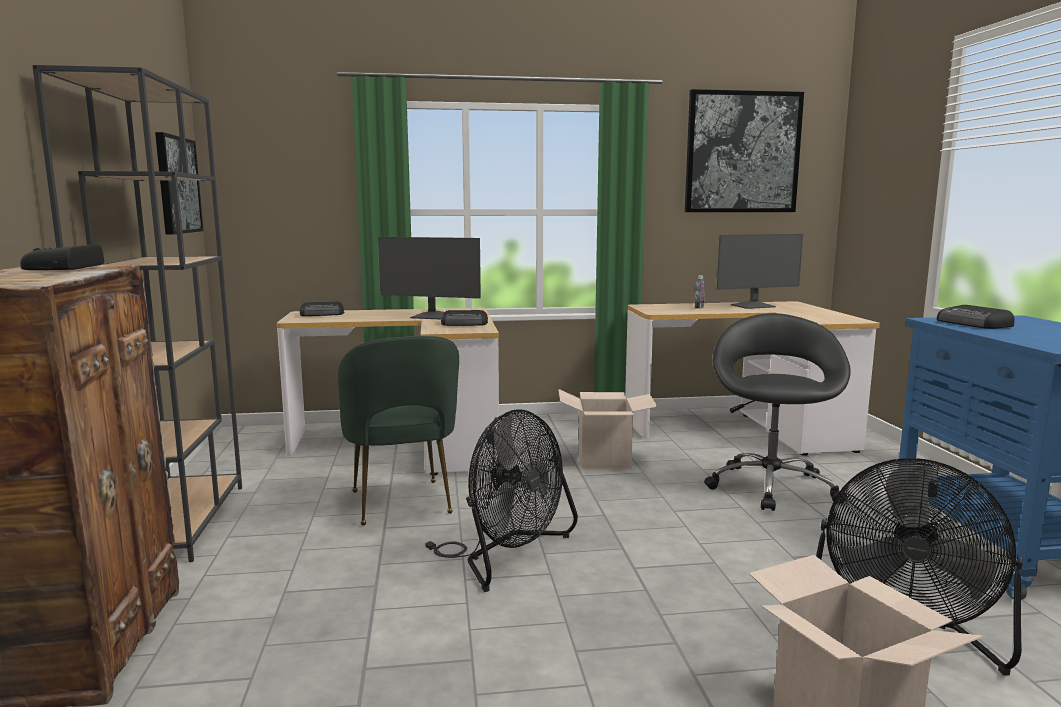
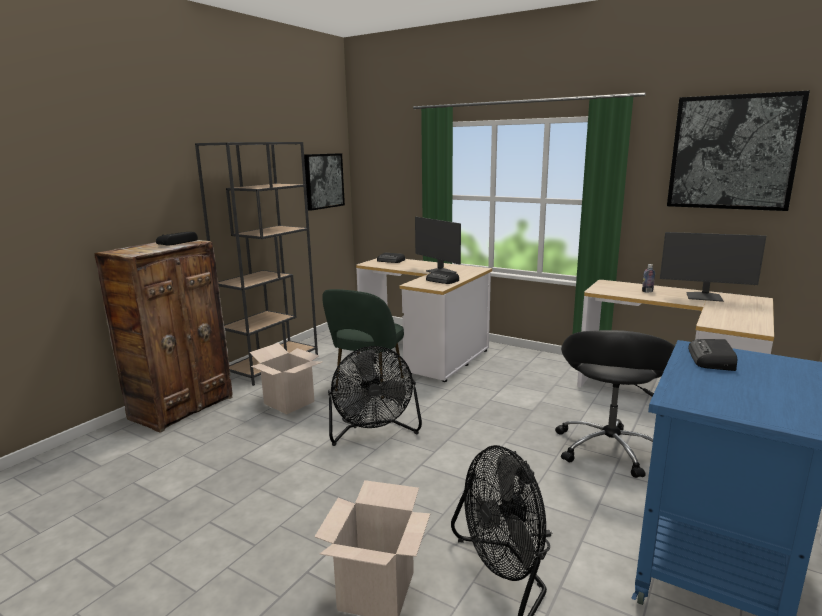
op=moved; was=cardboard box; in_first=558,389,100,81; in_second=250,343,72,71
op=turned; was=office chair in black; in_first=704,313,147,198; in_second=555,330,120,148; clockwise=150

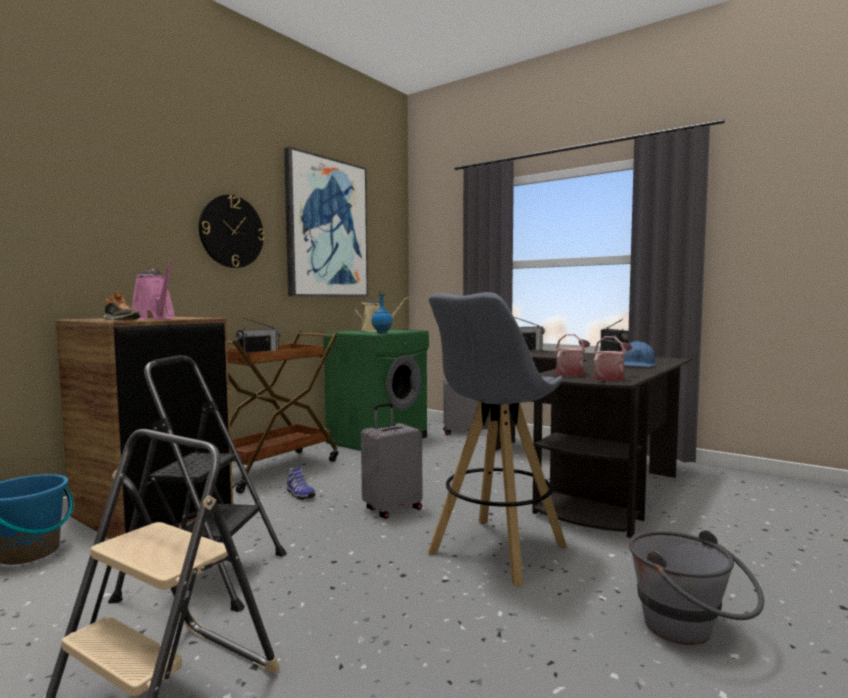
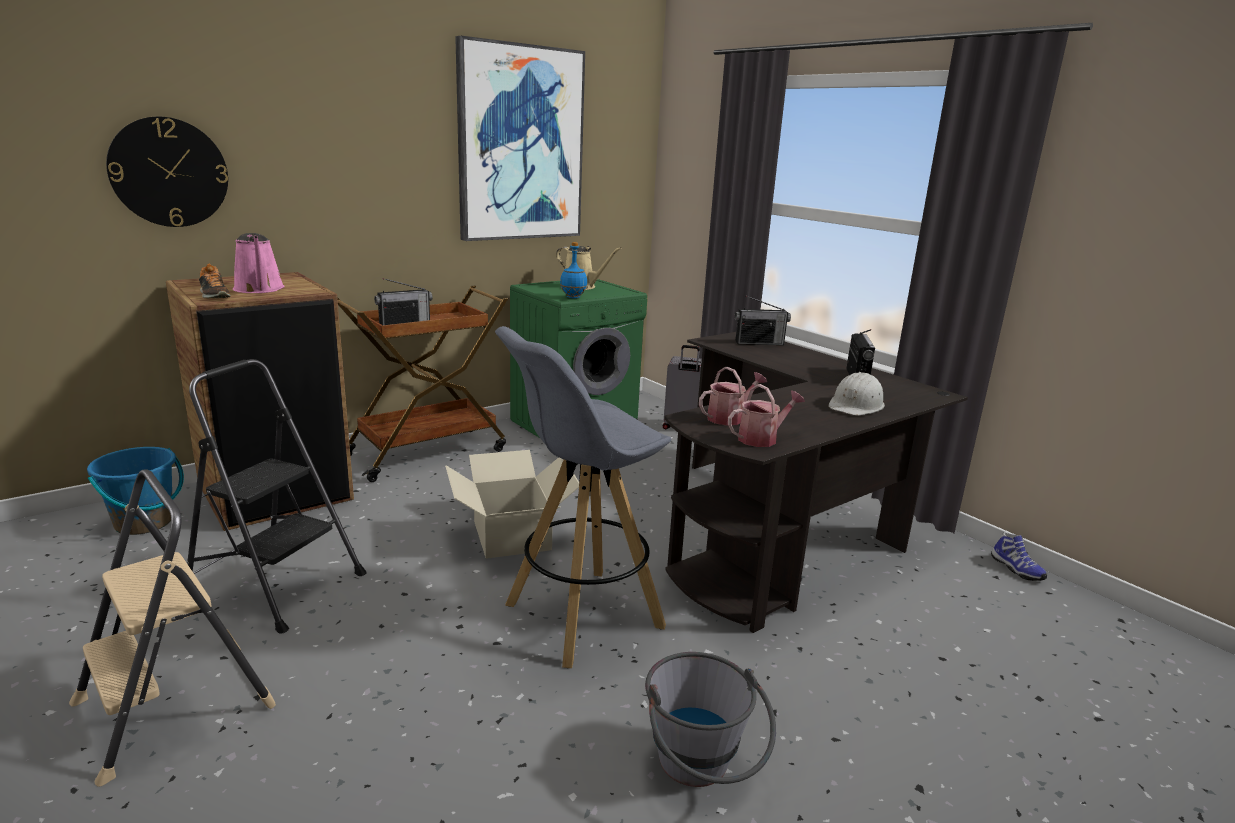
op=moved; was=wall clock; in_first=199,195,66,73; in_second=106,117,122,110
op=moved; was=shoe; in_first=286,467,29,33; in_second=991,532,56,49
op=replaced; was=suitcase in grey; now=cardboard box; in_first=361,403,61,116; in_second=445,450,134,109
op=recoloured; was=hard hat in blue; now=hard hat in white; in_first=624,341,33,26; in_second=829,372,56,43

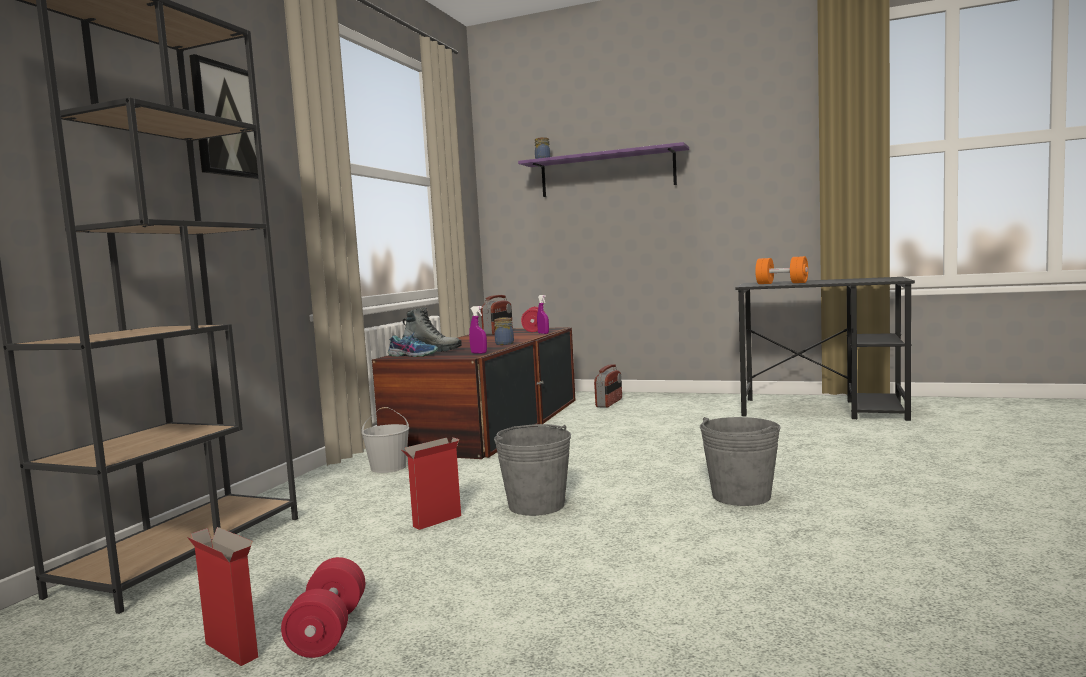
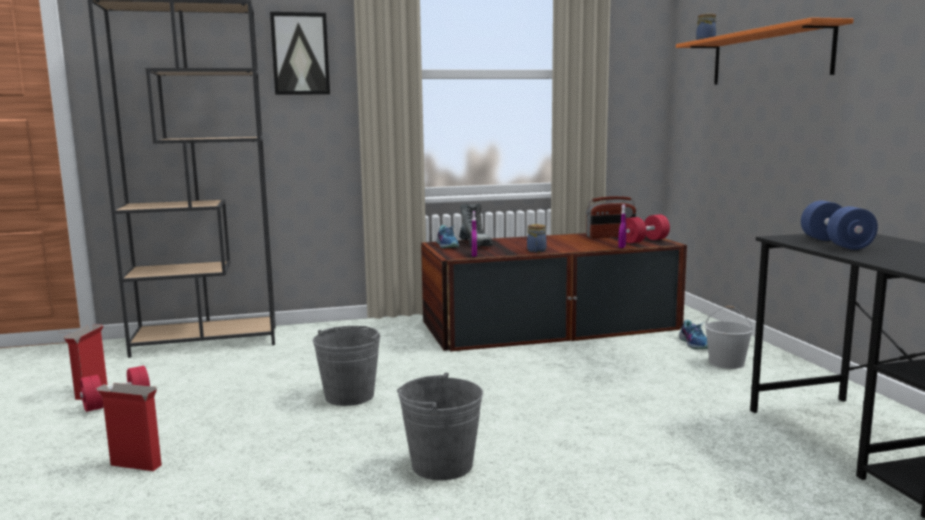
op=moved; was=bucket in white; in_first=361,407,48,66; in_second=705,306,48,63
op=moved; was=cardboard box; in_first=401,437,60,93; in_second=96,383,66,88
op=replaced; was=radio; now=shoe; in_first=594,364,28,44; in_second=679,320,29,29
op=recoloured; was=shelf in purple; now=shelf in orange; in_first=518,142,171,55; in_second=676,17,178,68
op=recoloured; was=dumbbell in orange; now=dumbbell in blue; in_first=755,256,53,28; in_second=801,200,77,50

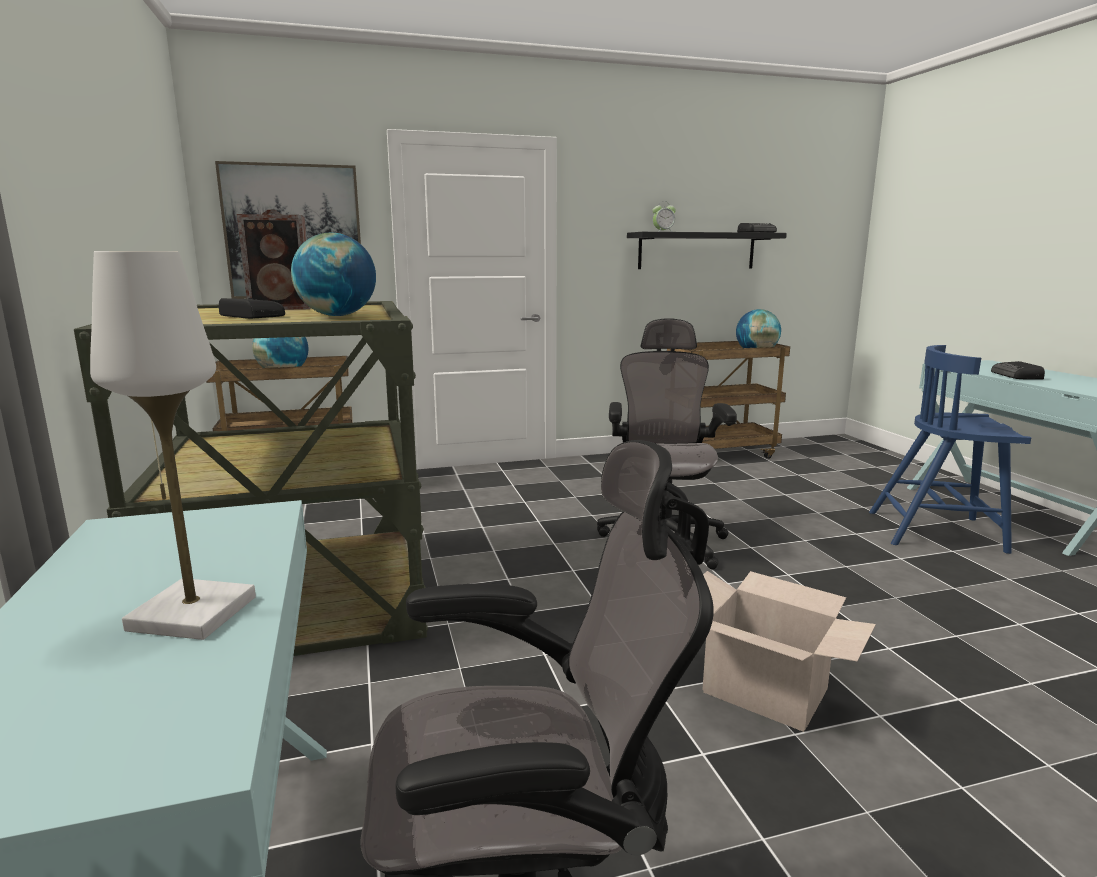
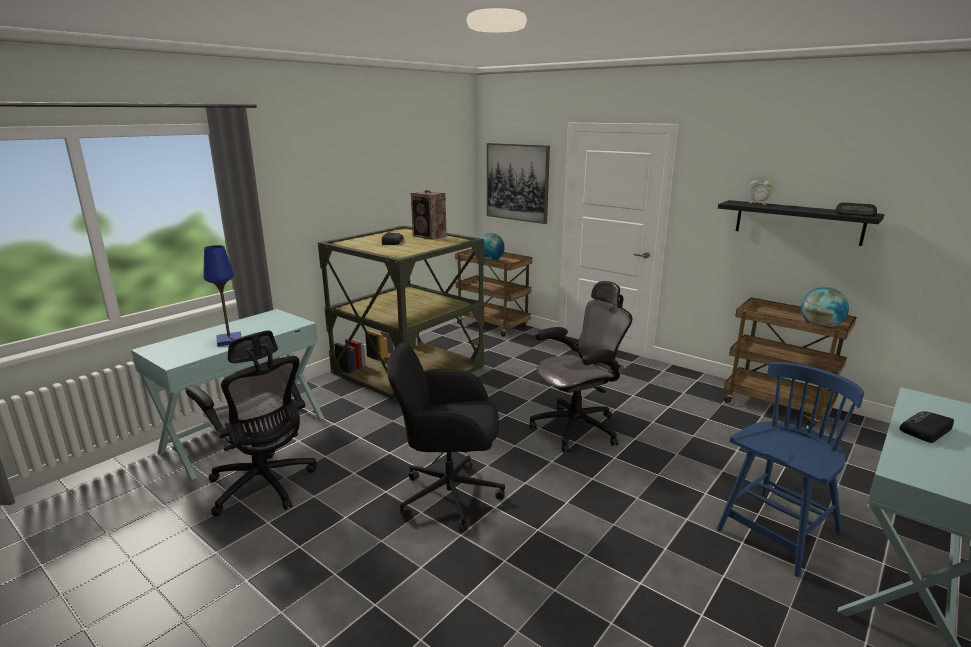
op=removed; was=globe; in_first=291,233,85,83
op=replaced; was=cardboard box; now=office chair in black; in_first=703,571,173,161; in_second=387,342,118,189
op=recoloured; was=table lamp in white; now=table lamp in blue; in_first=90,251,166,389; in_second=203,245,39,101
op=turned; was=chair in blue; in_first=869,345,162,209; in_second=716,362,148,215; clockwise=75

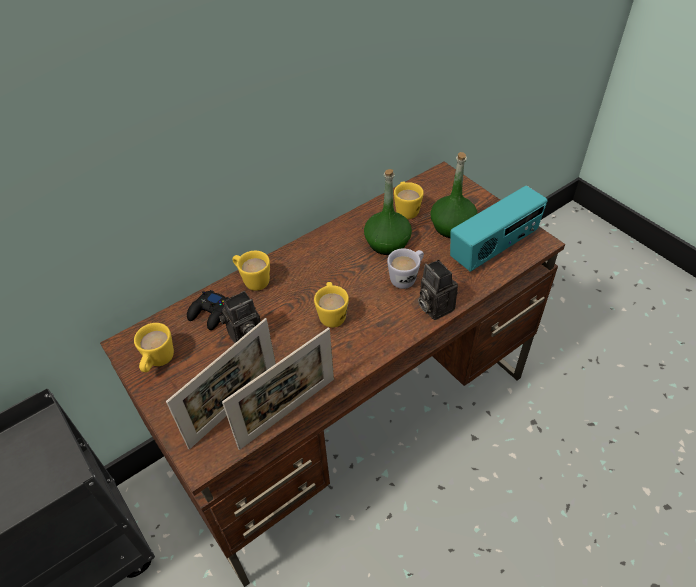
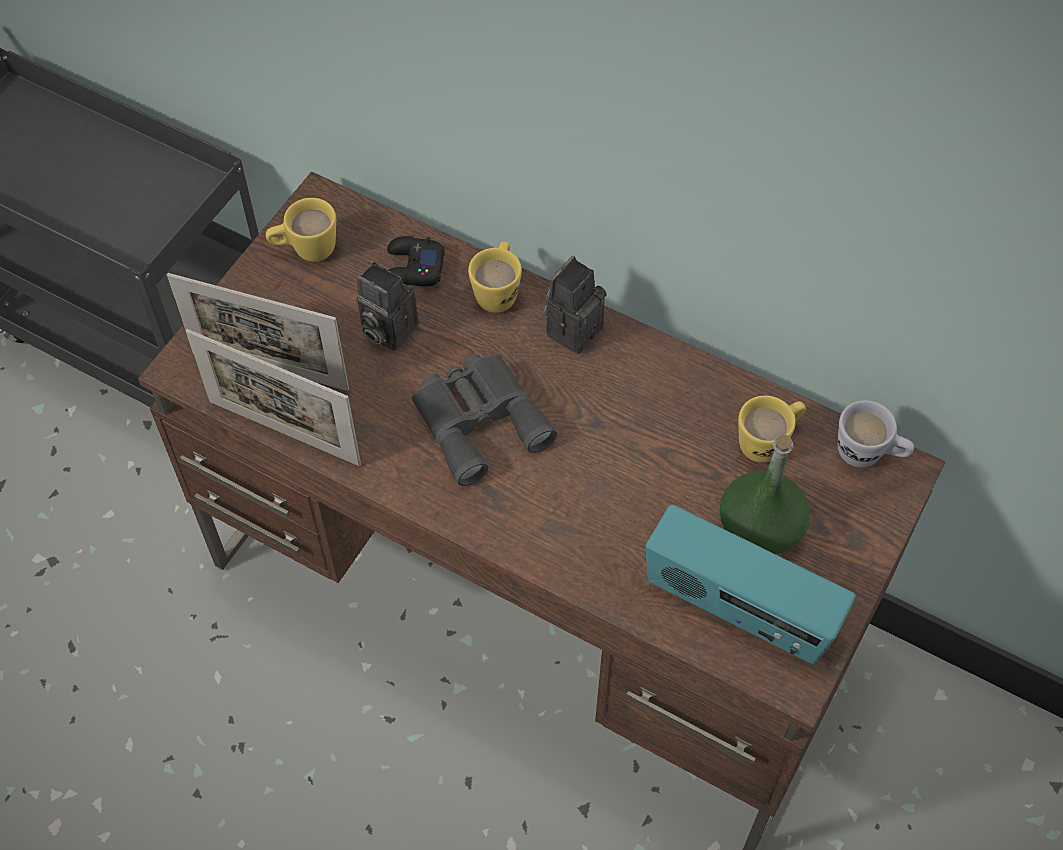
op=removed; was=bottle in green; in_first=364,169,48,86
op=moved; was=mug in white; in_first=387,248,37,41; in_second=837,400,77,68
op=moved; was=photo camera; in_first=418,260,40,60; in_second=544,256,62,98
op=replaced; was=mug in yellow; now=binoculars in grey; in_first=314,282,35,46; in_second=412,354,145,132

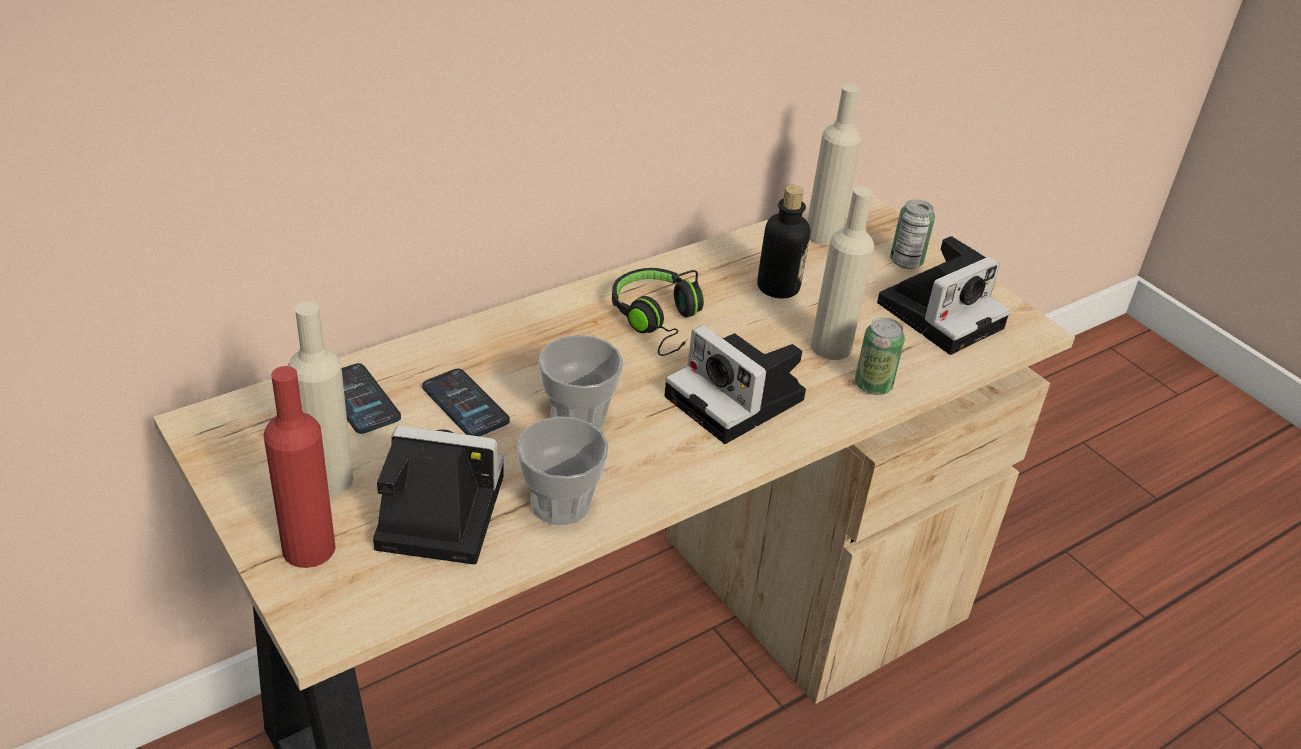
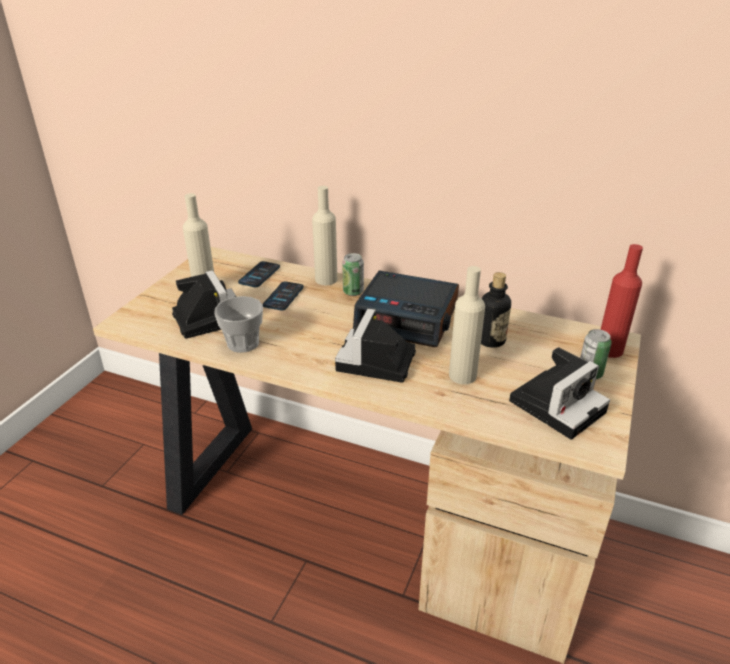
op=removed; was=cup; in_first=538,335,85,94
op=moved; was=bottle in red; in_first=264,366,72,202; in_second=601,244,42,114
op=moved; was=bottle in beige; in_first=807,85,54,160; in_second=312,186,25,99
op=moved; was=can; in_first=855,318,50,77; in_second=342,253,22,43
op=replaced; was=headphones in black; now=alarm clock; in_first=612,268,92,88; in_second=353,270,106,77
op=turned; was=photo camera; in_first=877,236,133,119; in_second=509,347,101,93; clockwise=-60

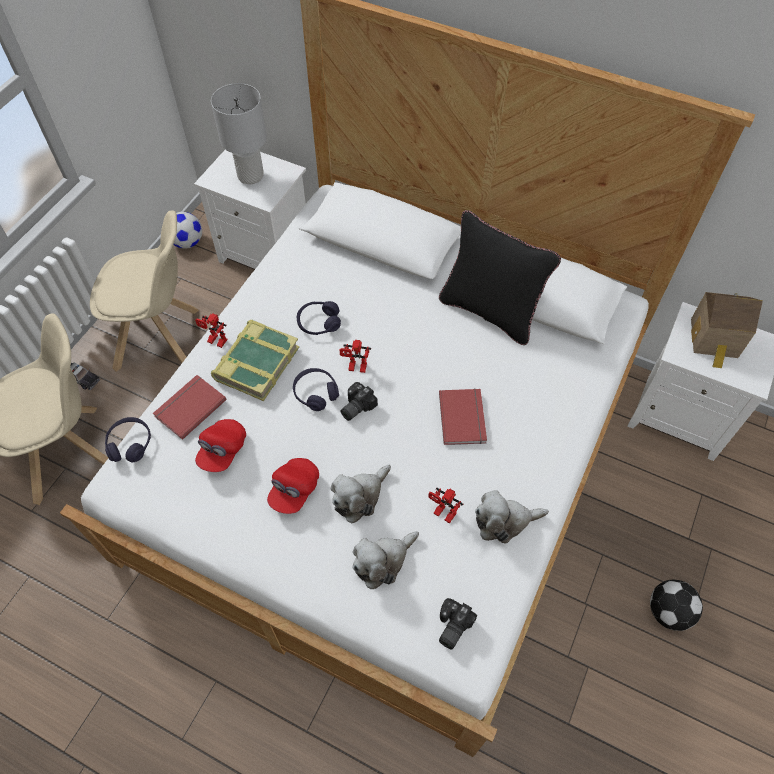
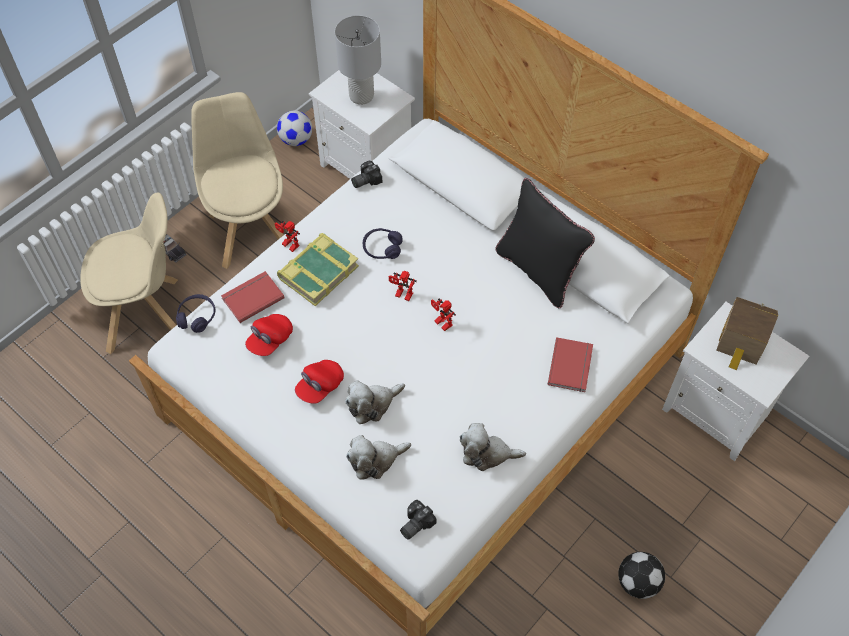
op=removed; was=headphones in purple; in_first=293,368,46,43
op=moved; was=photo camera; in_first=341,382,37,39; in_second=351,160,32,28
op=moved; was=toy robot; in_first=428,488,35,36; in_second=431,299,25,32
op=moved; was=book in red; in_first=439,389,48,56; in_second=548,337,45,55
op=turned; was=chair in beige; in_first=90,210,109,162; in_second=191,92,93,177; clockwise=-120

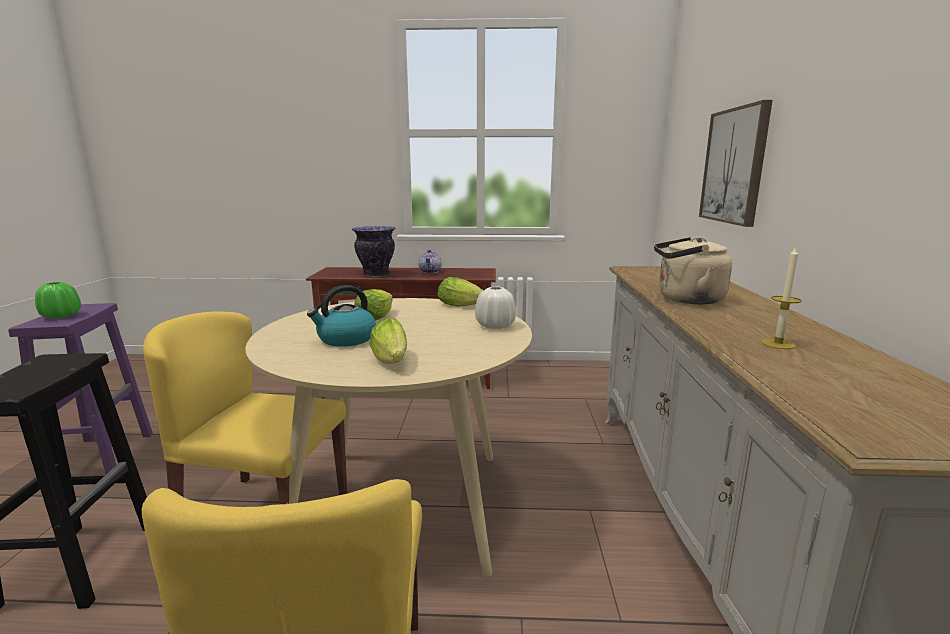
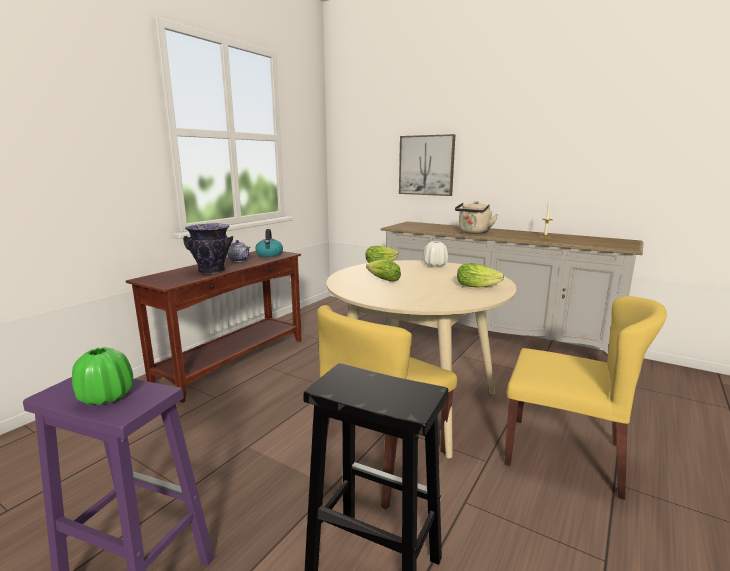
op=moved; was=kettle; in_first=307,285,69,62; in_second=255,229,28,28

